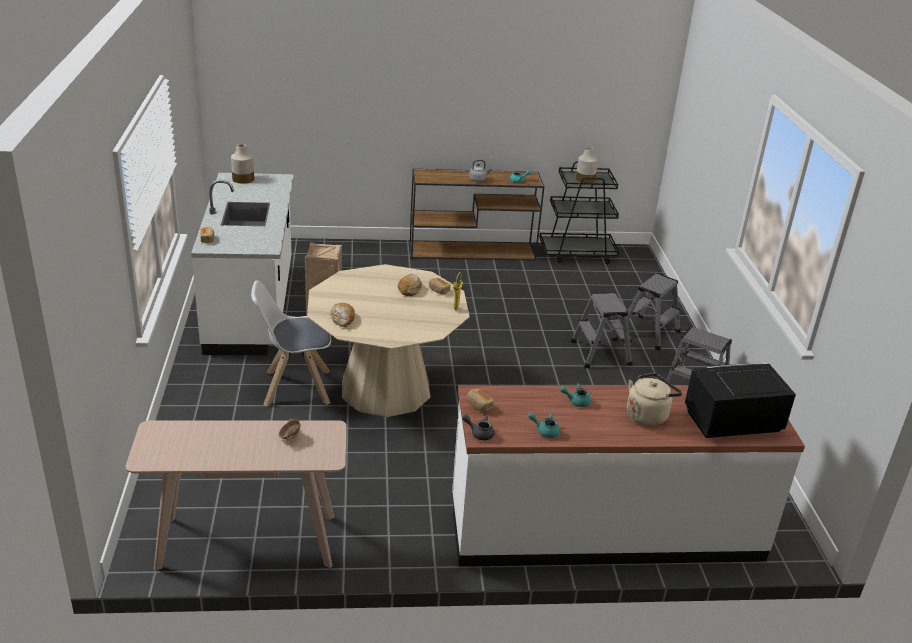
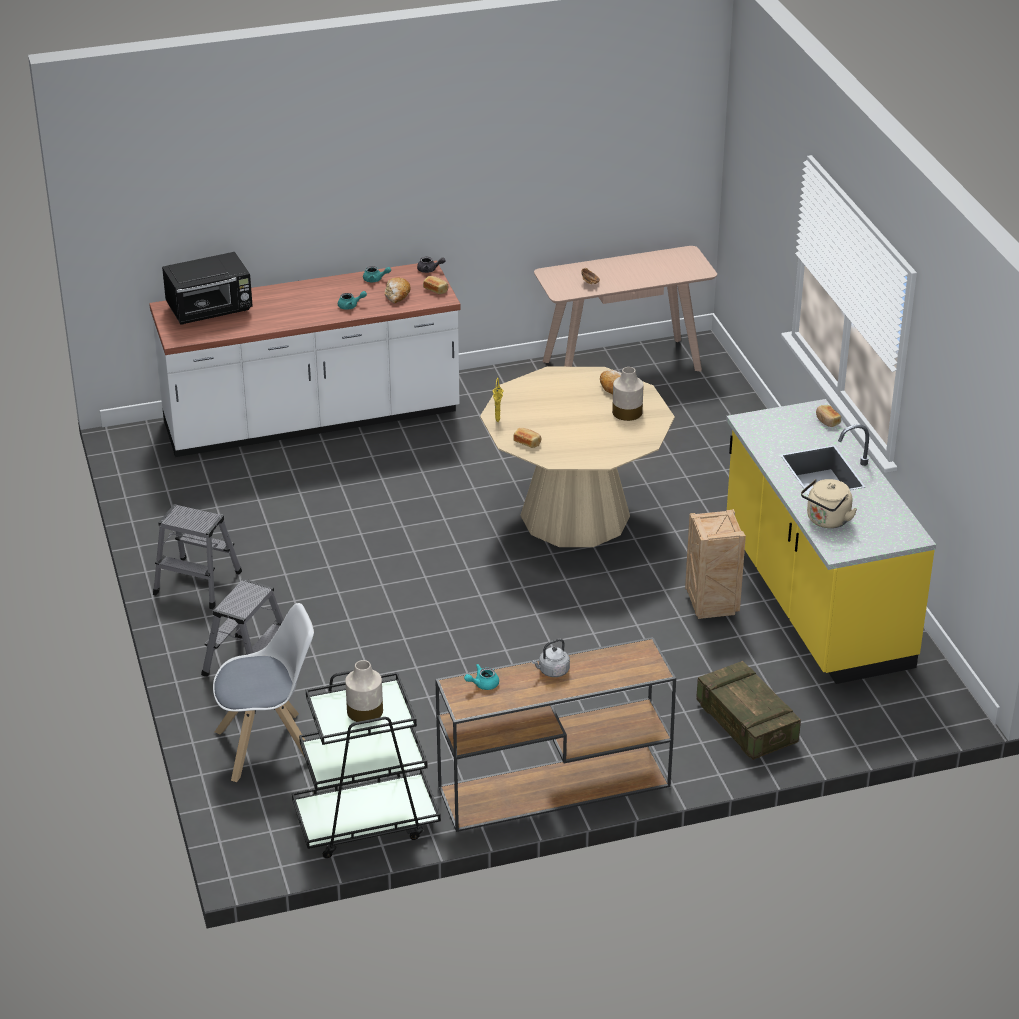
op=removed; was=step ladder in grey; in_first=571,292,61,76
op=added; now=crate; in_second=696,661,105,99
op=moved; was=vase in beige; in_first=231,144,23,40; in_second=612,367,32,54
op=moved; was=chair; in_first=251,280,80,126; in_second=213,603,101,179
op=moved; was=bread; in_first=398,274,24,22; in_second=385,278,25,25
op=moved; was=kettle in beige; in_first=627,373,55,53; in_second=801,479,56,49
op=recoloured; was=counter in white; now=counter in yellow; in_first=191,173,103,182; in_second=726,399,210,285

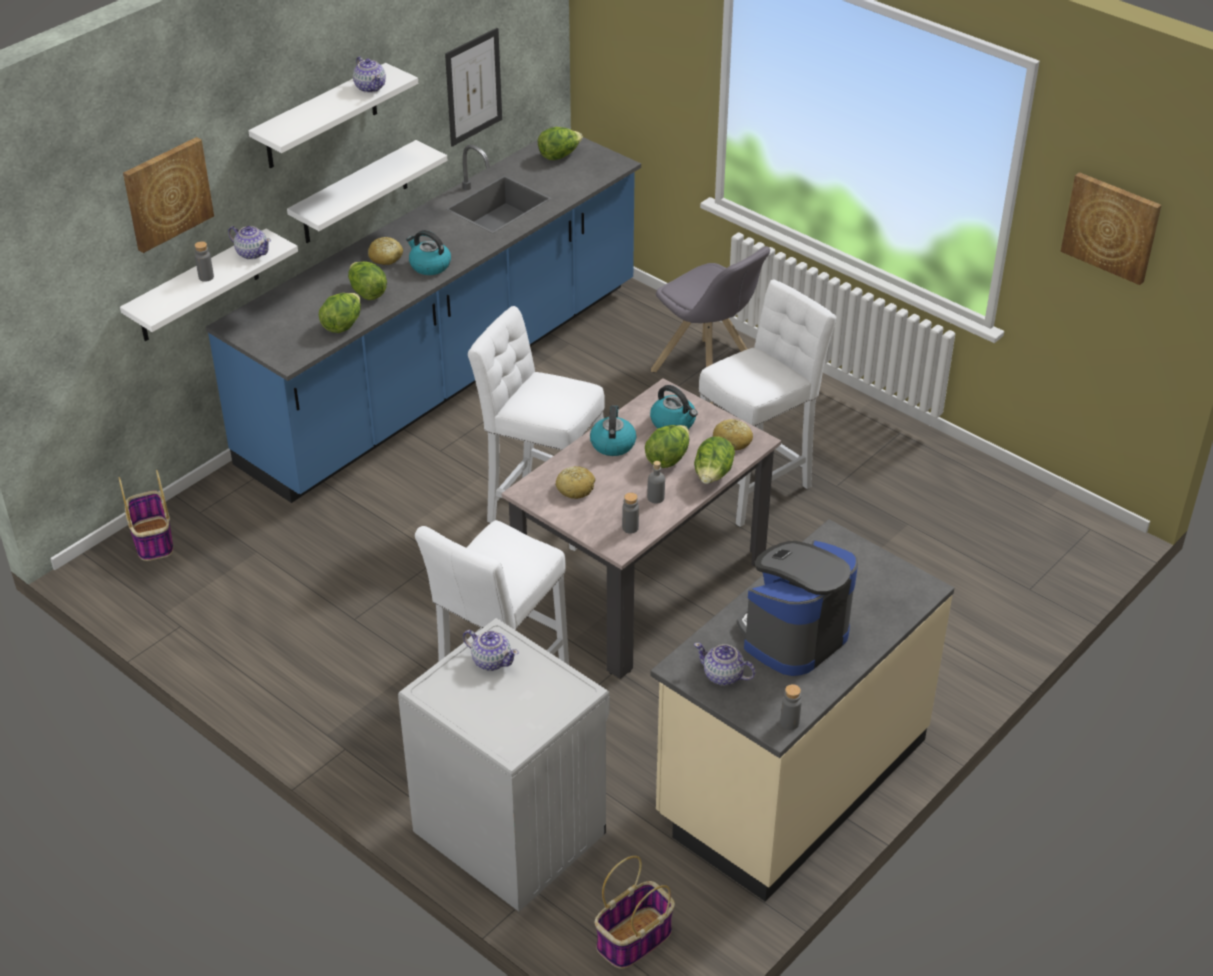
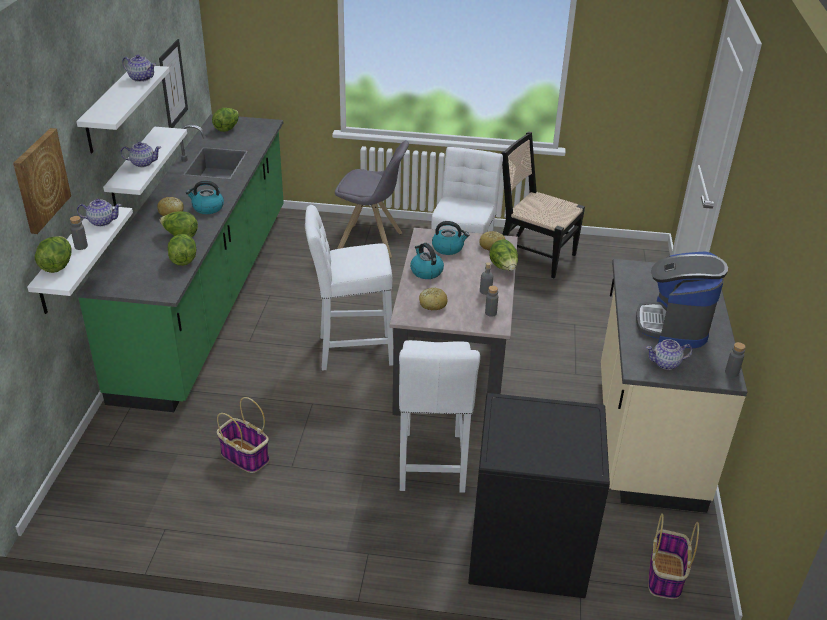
op=removed; was=picture; in_first=1061,172,100,113
op=added; now=chair; in_second=501,132,84,146
op=moved; was=basket; in_first=119,470,54,91; in_second=217,397,52,76
op=moved; was=teapot; in_first=463,630,56,41; in_second=120,142,41,25
op=moved; was=lettuce; in_first=645,425,44,43; in_second=35,236,36,37
op=recoloured; was=counter in blue; now=counter in green; in_first=205,137,436,366; in_second=77,114,207,298
op=recoloured; was=washing machine in white; now=washing machine in black; in_first=398,618,212,294; in_second=468,393,142,205

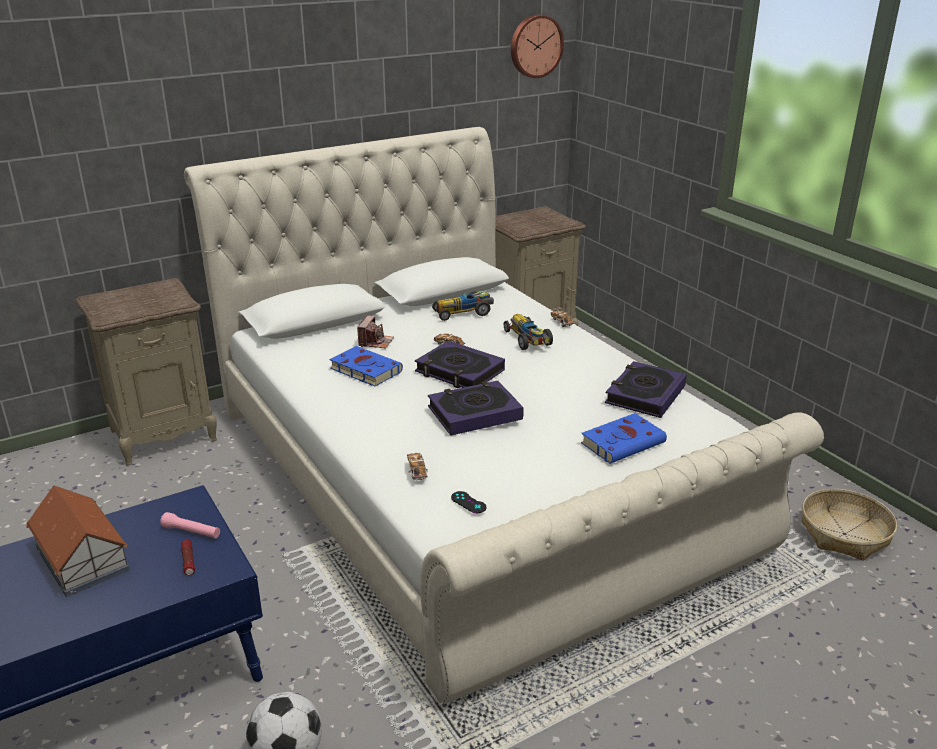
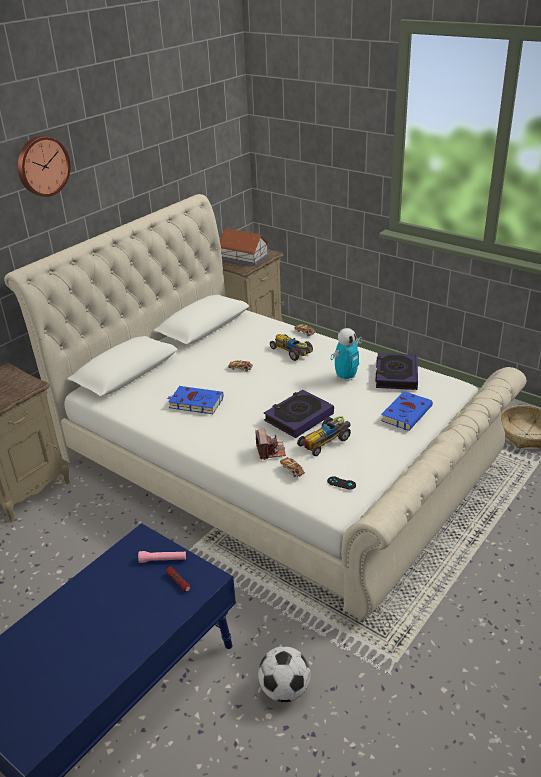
op=removed; was=book; in_first=415,341,90,47
op=added; now=toy robot; in_second=331,328,31,54
op=moved; was=toy house; in_first=26,485,104,112; in_second=220,228,49,38
op=moved; was=photo camera; in_first=357,315,37,33; in_second=255,429,31,31
op=moved; was=toy car; in_first=432,291,62,30; in_second=297,416,54,40
op=moved; was=wall clock; in_first=511,14,53,64; in_second=18,136,52,61

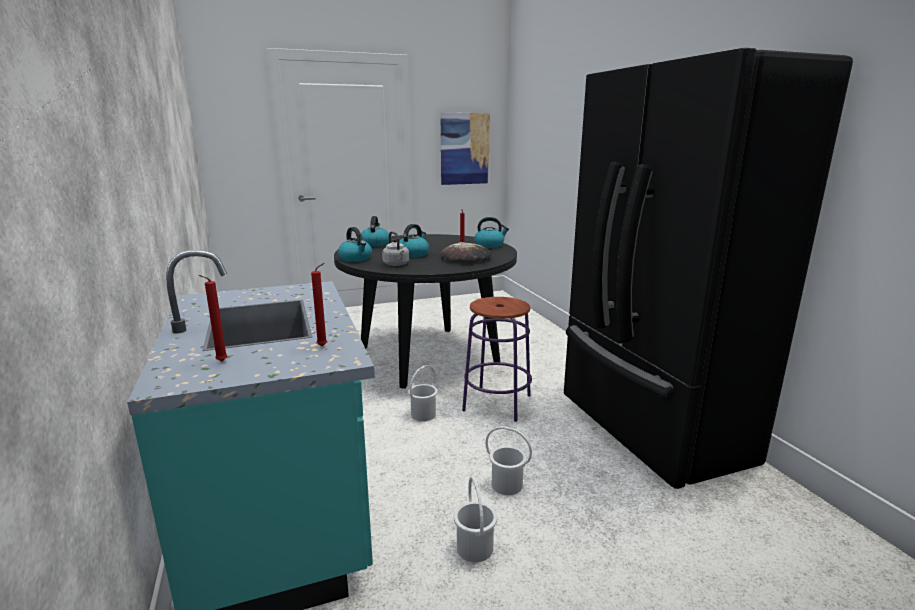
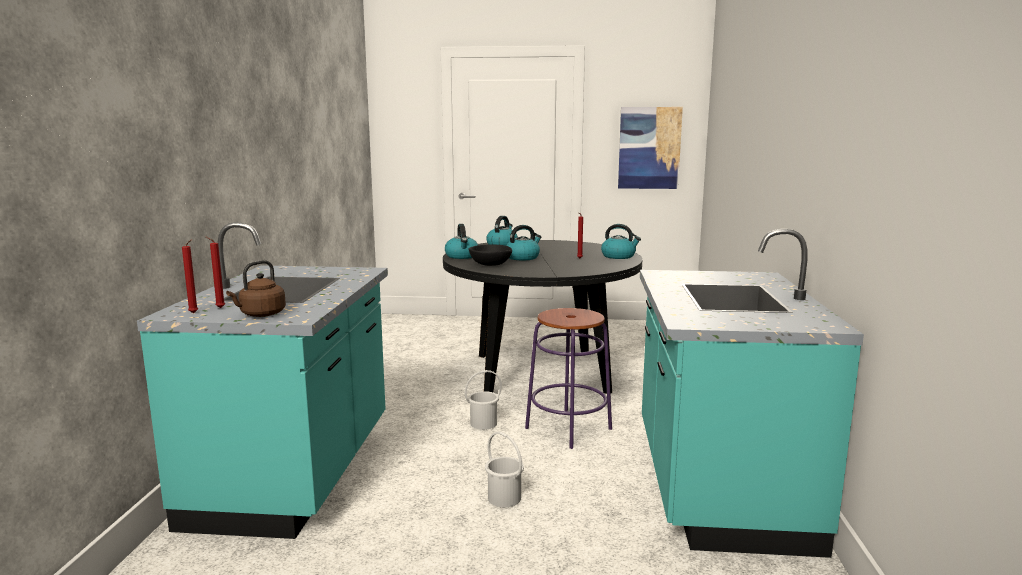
op=removed; was=bread; in_first=441,242,51,19
op=removed; was=bucket in white; in_first=454,477,43,85
op=added; now=kettle in brown; in_second=226,260,60,57
op=moved; was=candle in red; in_first=311,263,16,84; in_second=182,239,16,74
op=replaced; was=kettle in grey; now=bowl in black; in_first=382,231,27,35; in_second=469,245,43,21
op=replaced; was=fridge in black; now=counter in turquoise; in_first=564,48,289,441; in_second=640,229,224,329

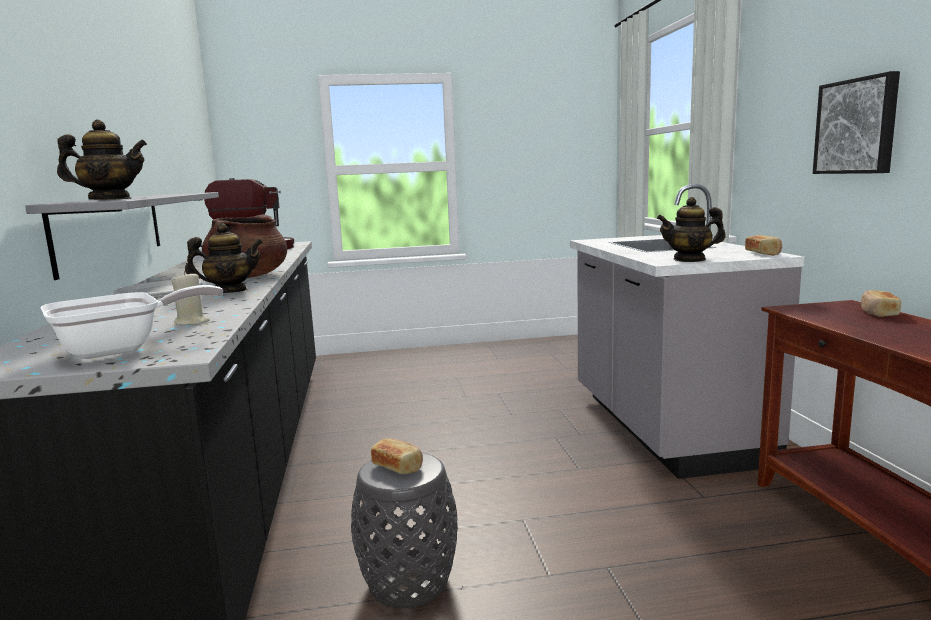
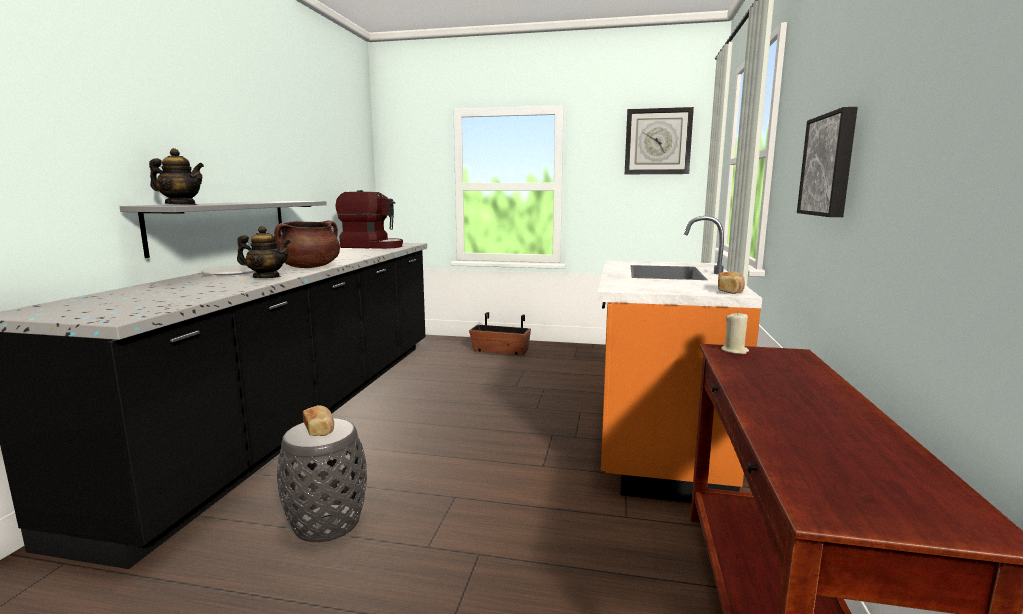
op=removed; was=frying pan; in_first=40,285,183,74
op=removed; was=teapot; in_first=657,197,69,65
op=removed; was=bread; in_first=861,290,40,27
op=added; now=planter; in_second=469,312,62,43
op=added; now=wall clock; in_second=625,107,69,67
op=moved; was=candle in beige; in_first=171,271,39,54; in_second=721,311,28,43
op=recoloured; was=counter in grey; now=counter in orange; in_first=570,184,234,295; in_second=597,216,165,287

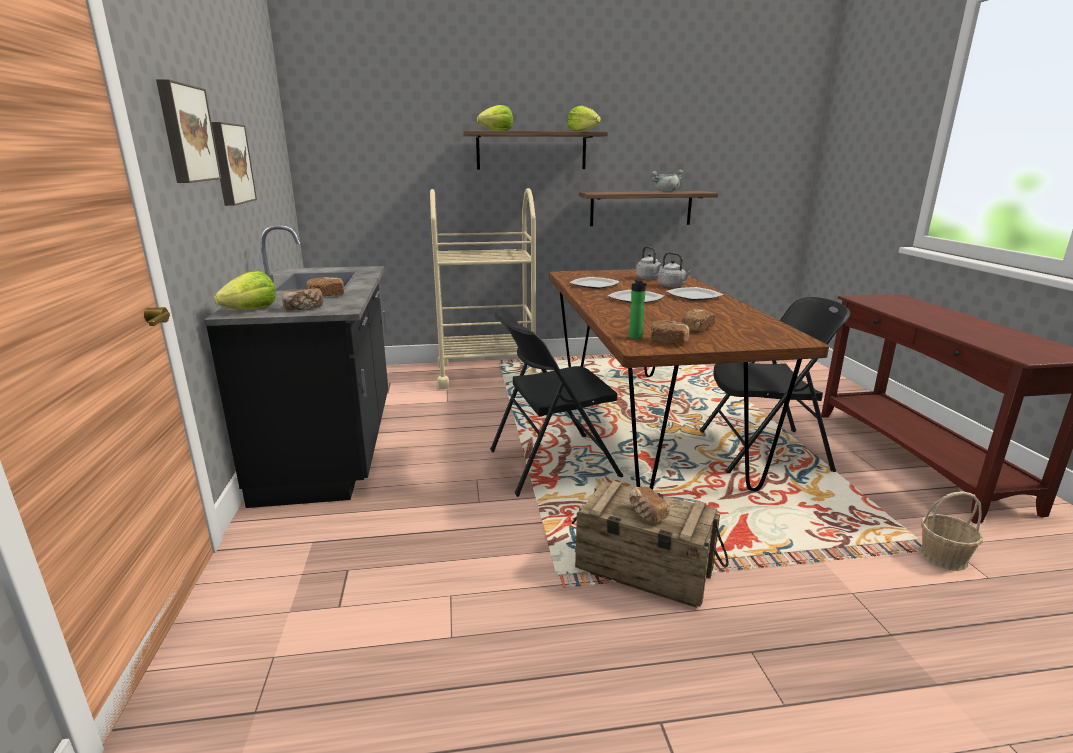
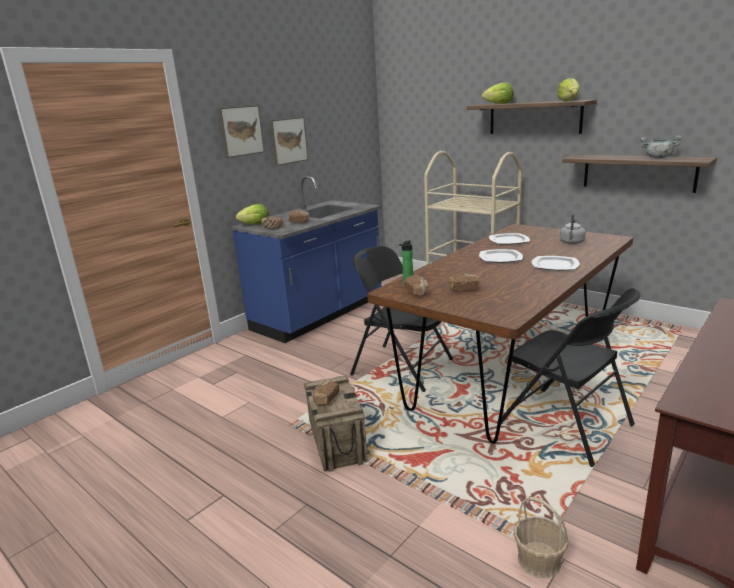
op=removed; was=kettle in grey; in_first=658,252,34,35
op=recoloured; was=counter in black; now=counter in blue; in_first=204,225,184,283; in_second=231,176,151,167

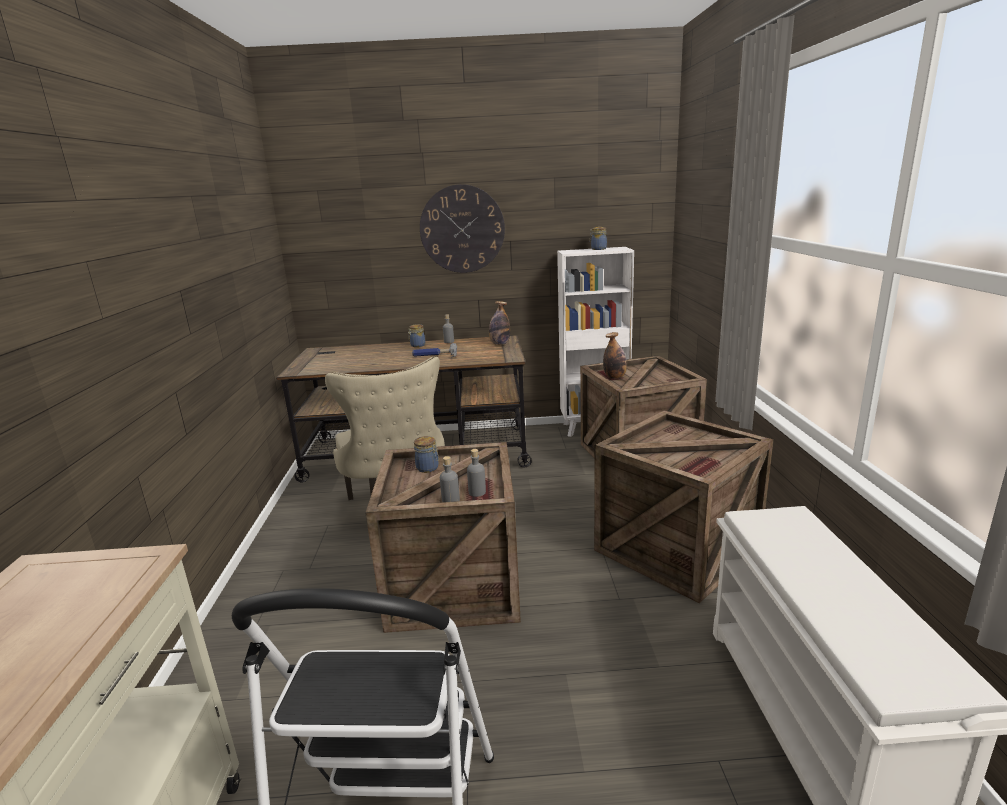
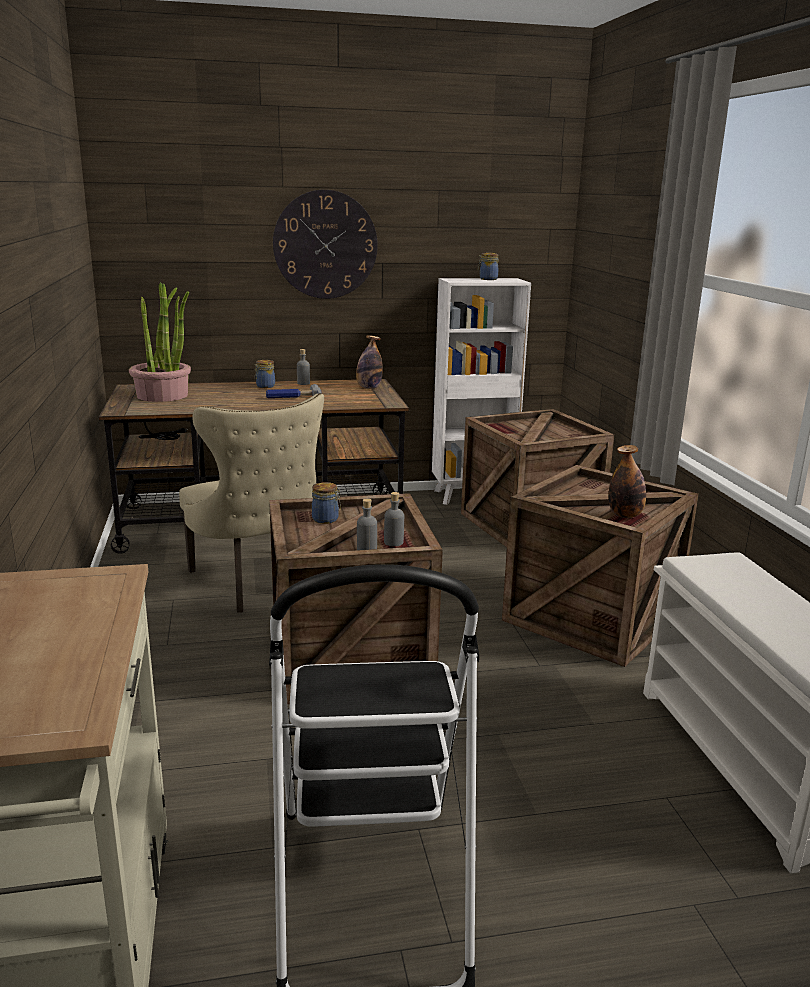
op=added; now=potted plant; in_second=129,282,62,120
op=moved; was=bottle; in_first=603,332,24,47; in_second=609,445,37,73

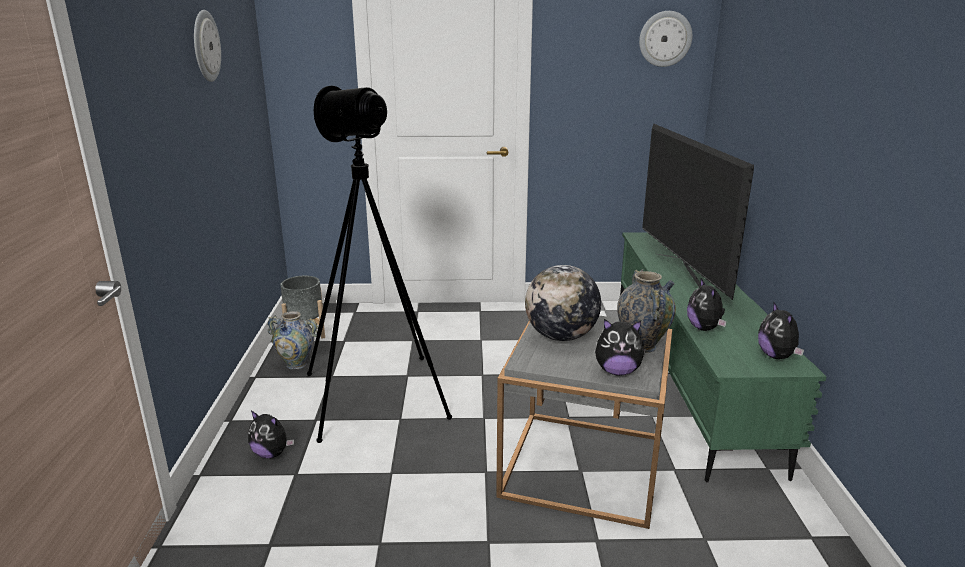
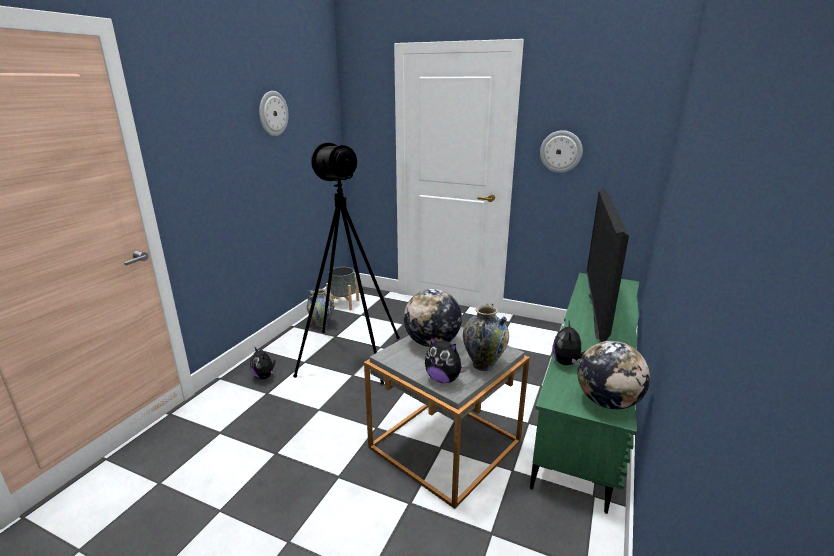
op=moved; was=wall clock; in_first=639,11,53,56; in_second=540,130,43,43
op=replaced; was=plush toy; now=globe; in_first=758,302,46,57; in_second=577,341,73,69

